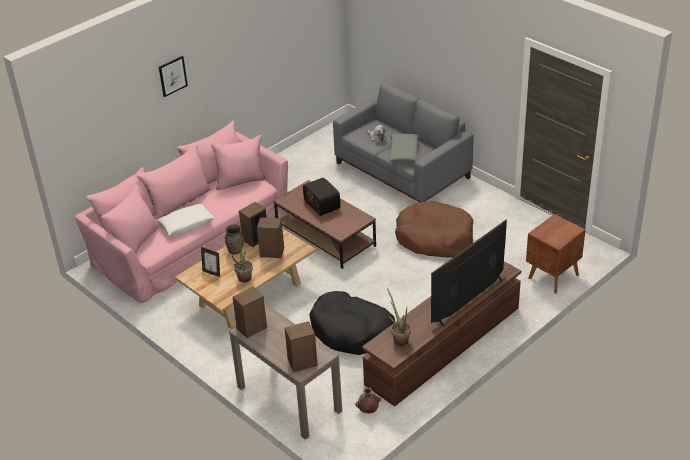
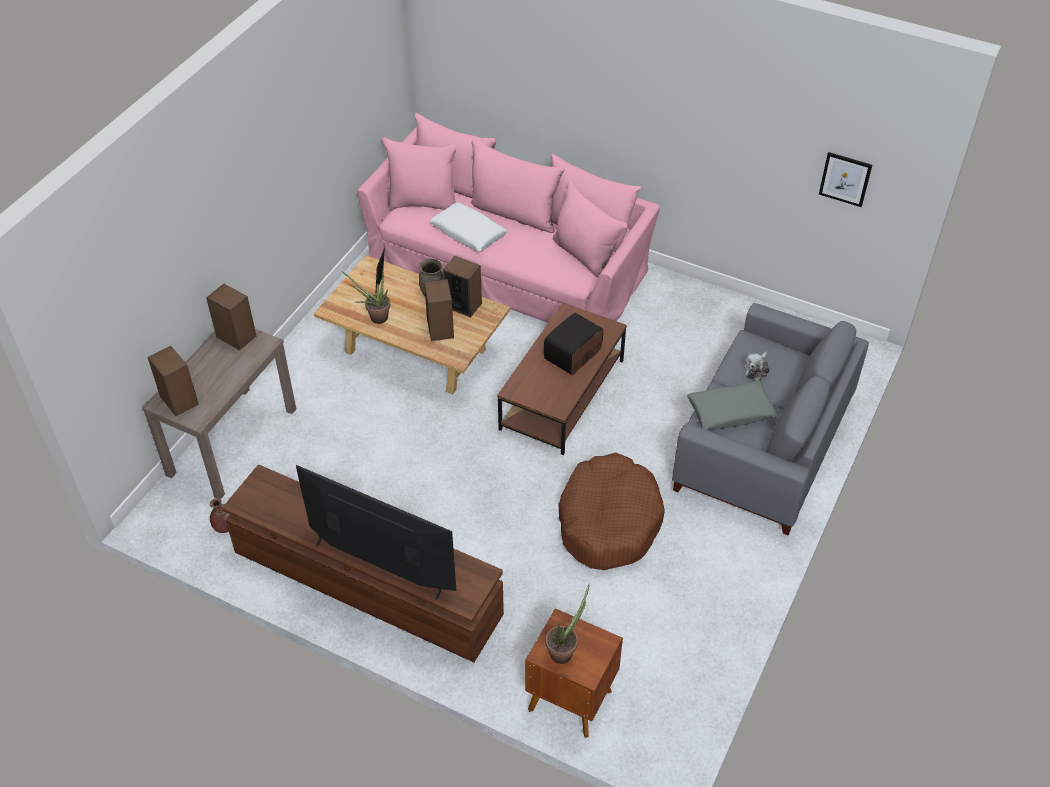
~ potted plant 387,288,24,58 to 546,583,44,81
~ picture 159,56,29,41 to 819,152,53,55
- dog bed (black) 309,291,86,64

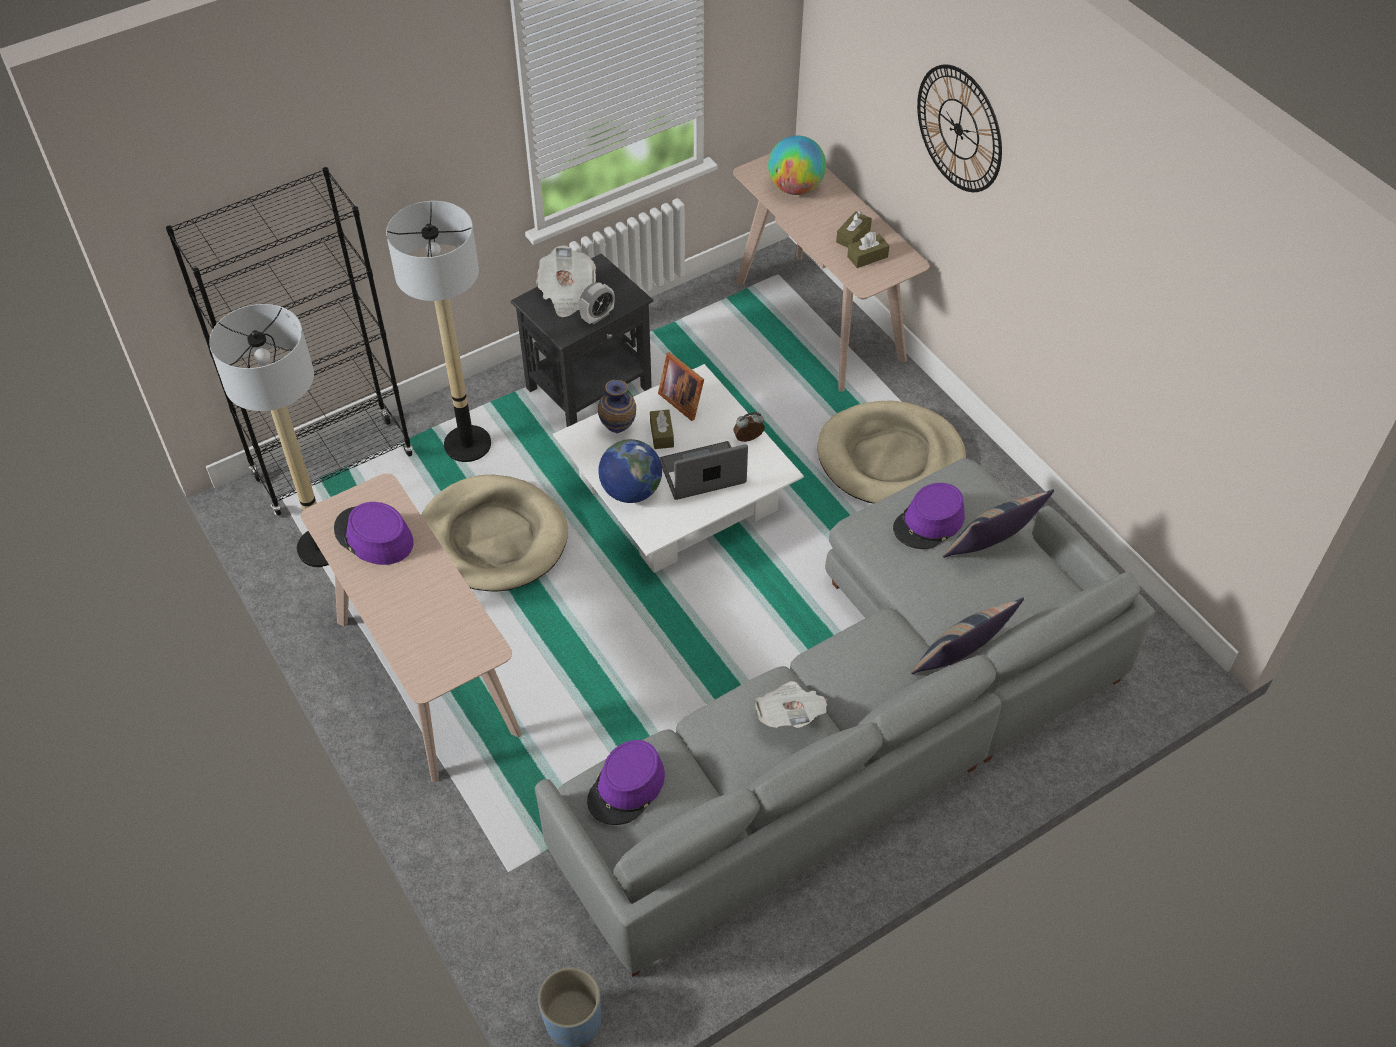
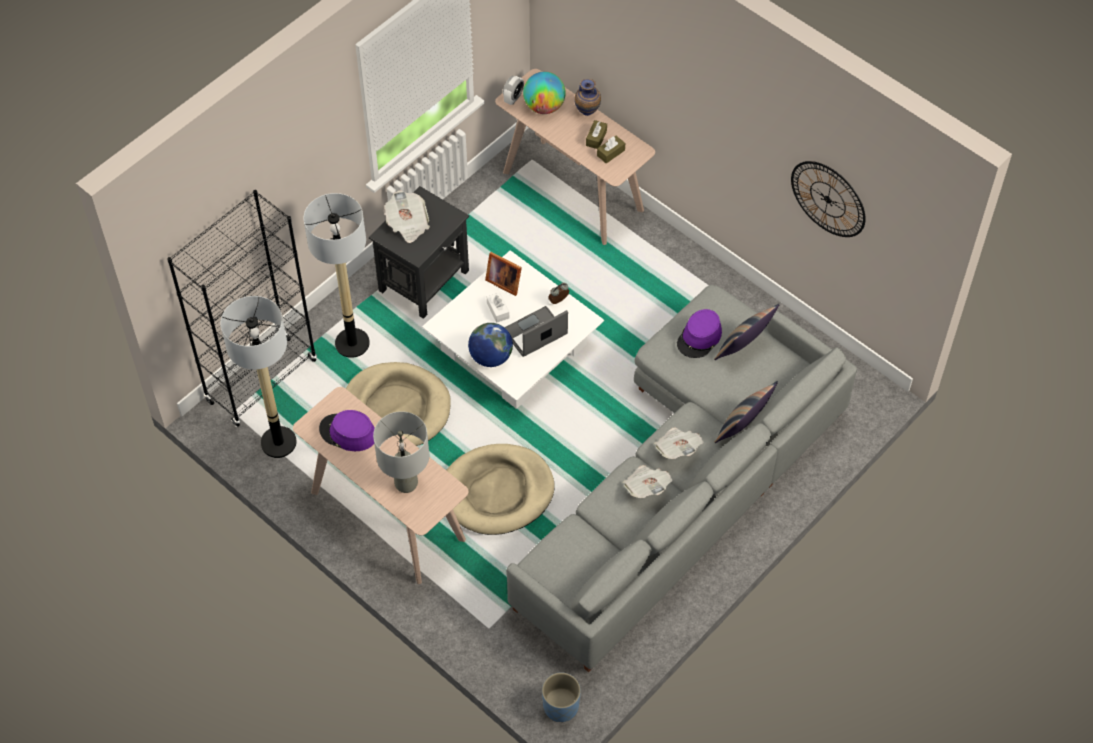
+ table lamp (grey) 373,411,56,82
~ dog bed (beige) 817,400,149,104 to 446,444,109,91
~ tissue box (brown) 650,409,24,40 to tissue box (white) 487,292,22,31
~ alarm clock 579,282,36,43 to 503,76,21,29
~ vase 598,380,38,54 to 574,79,27,37
+ newspaper 654,427,49,32
~ wall clock 917,64,85,128 to 791,161,75,76
- hat (purple) 587,740,78,85

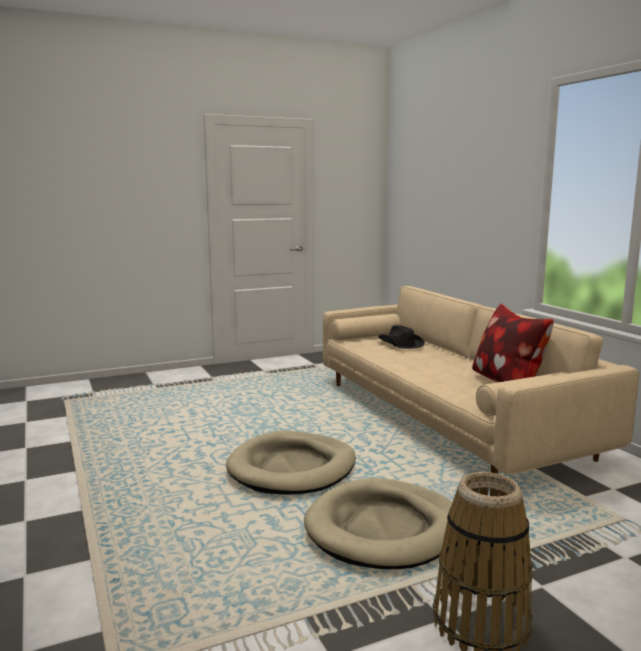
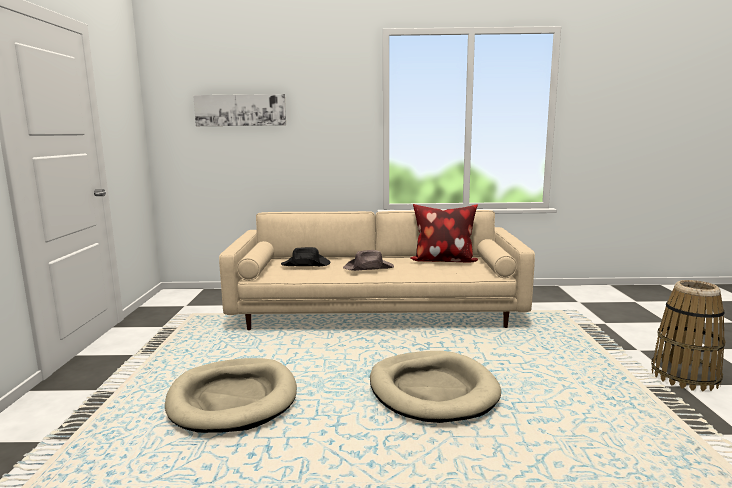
~ dog bed (beige) 304,478,150,91 to 165,358,132,75
+ picture 193,94,93,32
+ hat (brown) 343,250,51,21

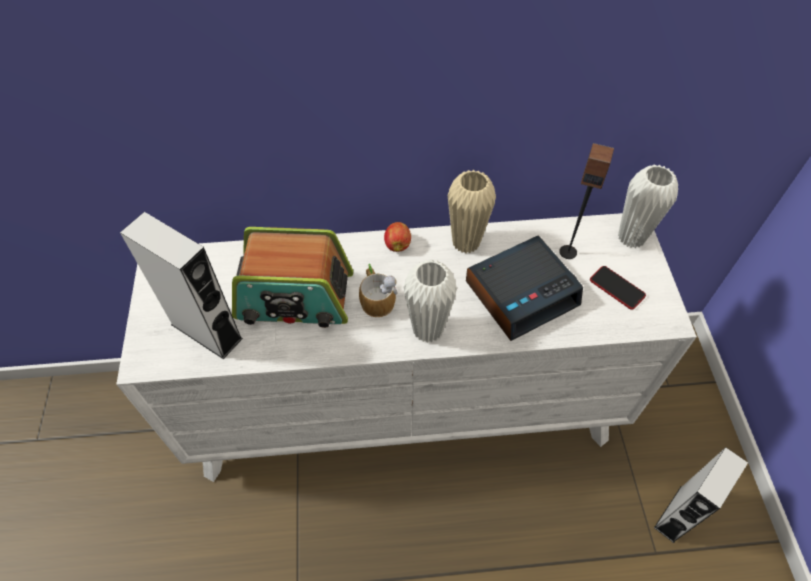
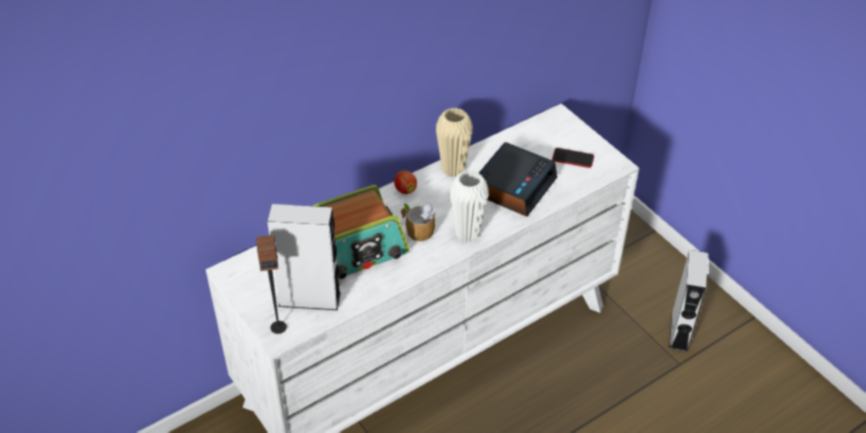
~ speaker 559,143,55,116 to 256,235,31,99
- vase (white) 618,165,60,83

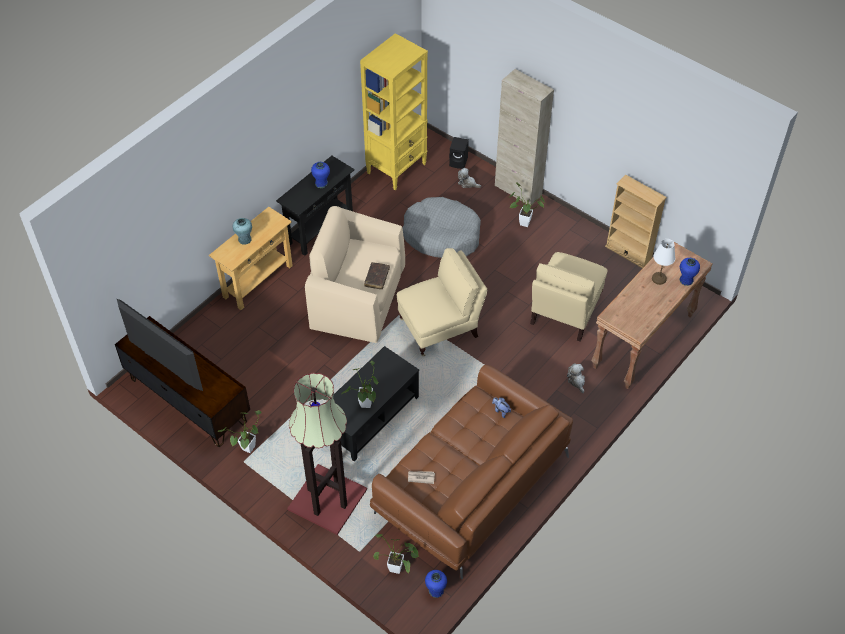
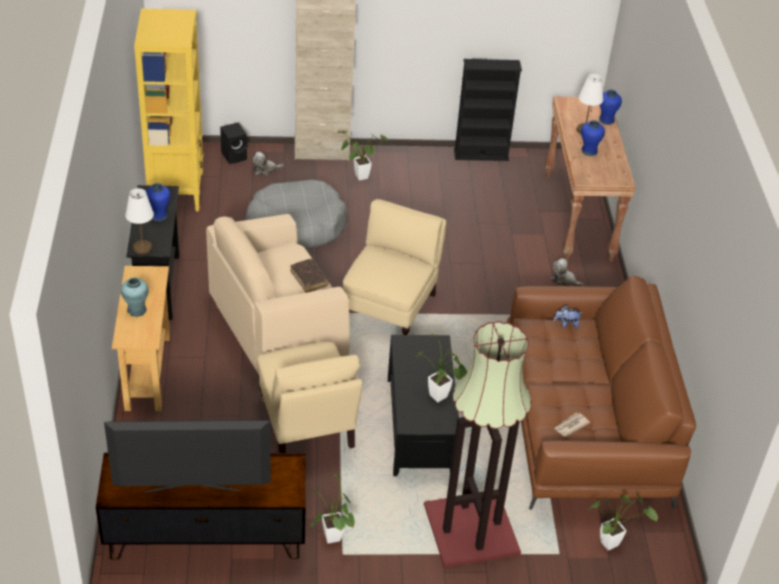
+ table lamp (white) 125,188,29,66
~ armchair (beige) 530,252,77,90 to 258,342,104,111
~ bookcase (beige) 605,175,62,93 to bookcase (black) 454,59,68,102
~ vase (blue) 425,570,22,28 to 581,120,24,36

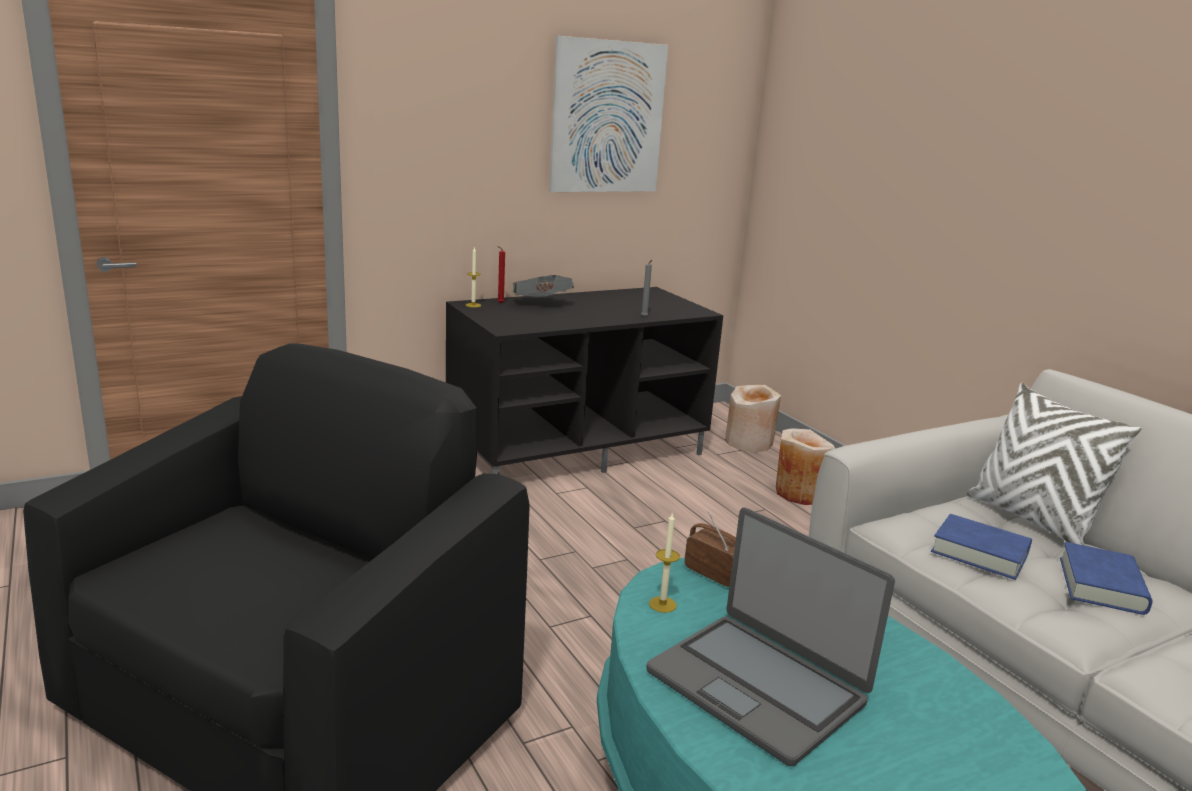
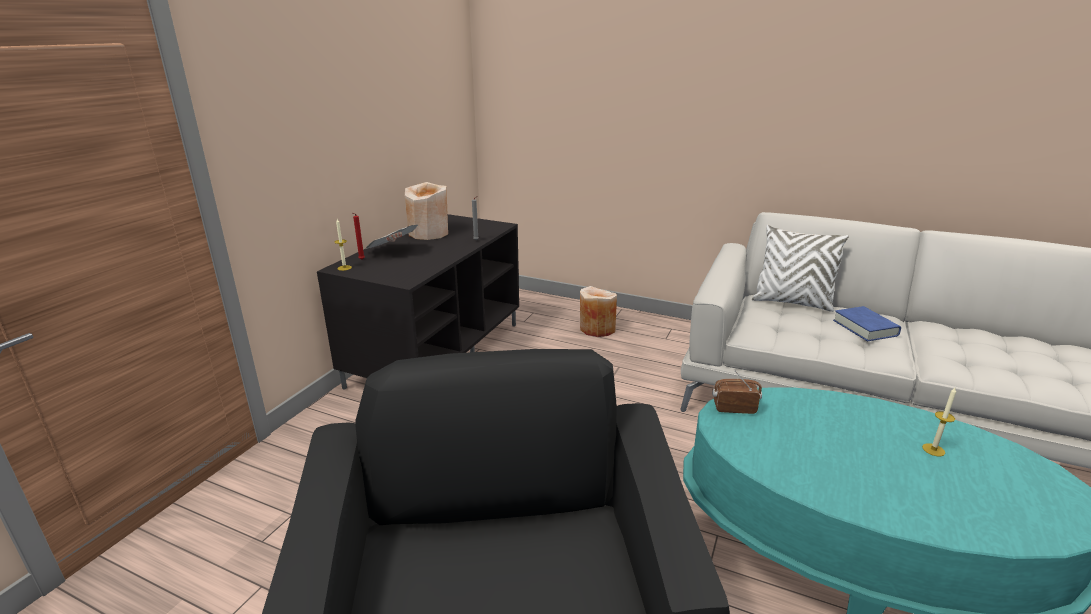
~ vase (beige) 725,385,56,67 to 405,182,43,58
~ candle 649,512,31,101 to 922,388,34,68
- picture 549,36,119,156
- laptop 646,507,249,259
- book (blue) 931,514,101,66

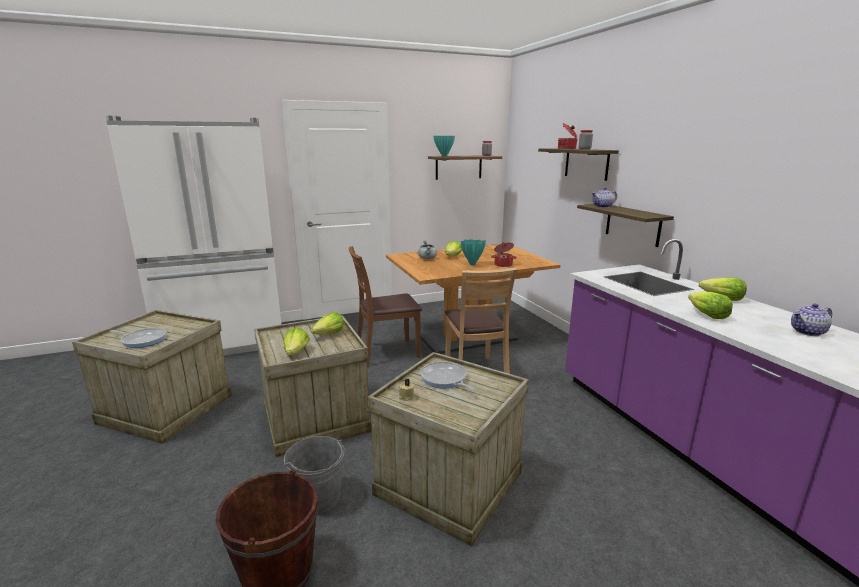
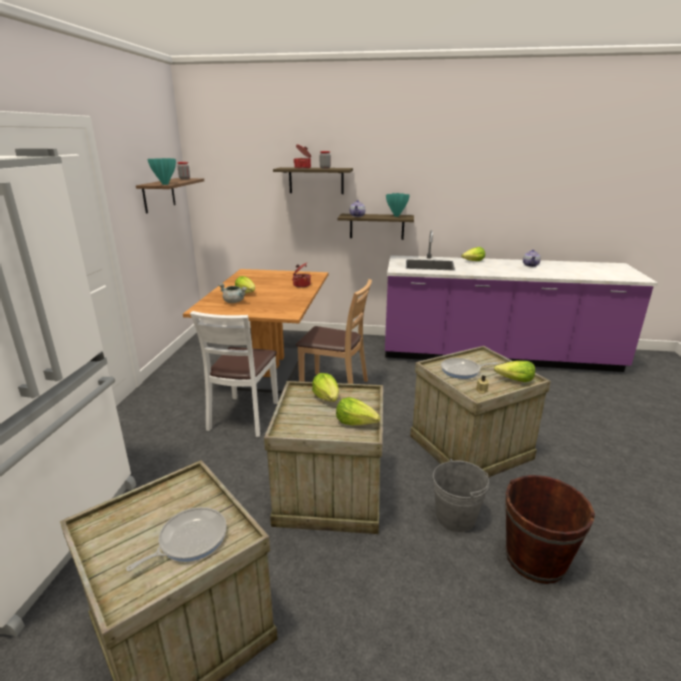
~ chair (brown) 349,246,73,120 to chair (white) 190,311,88,126
~ vase (turquoise) 461,239,25,26 to 386,193,24,24
~ lettuce 688,292,45,27 to 494,361,41,21

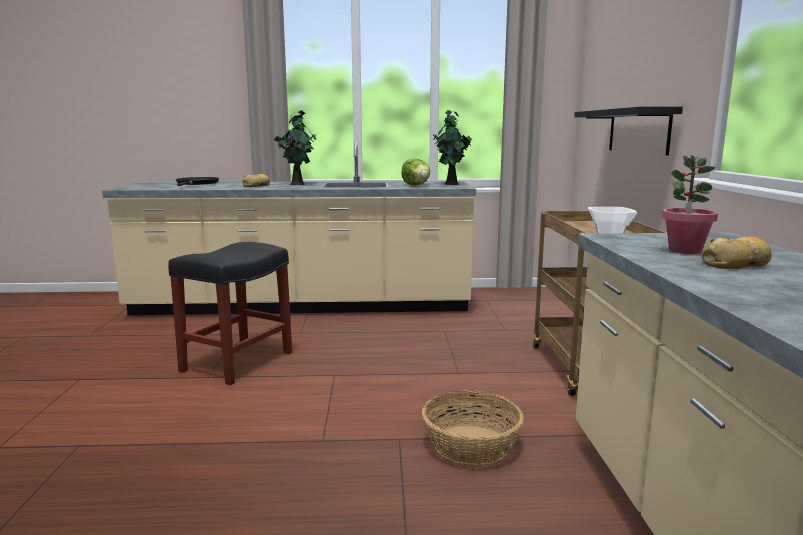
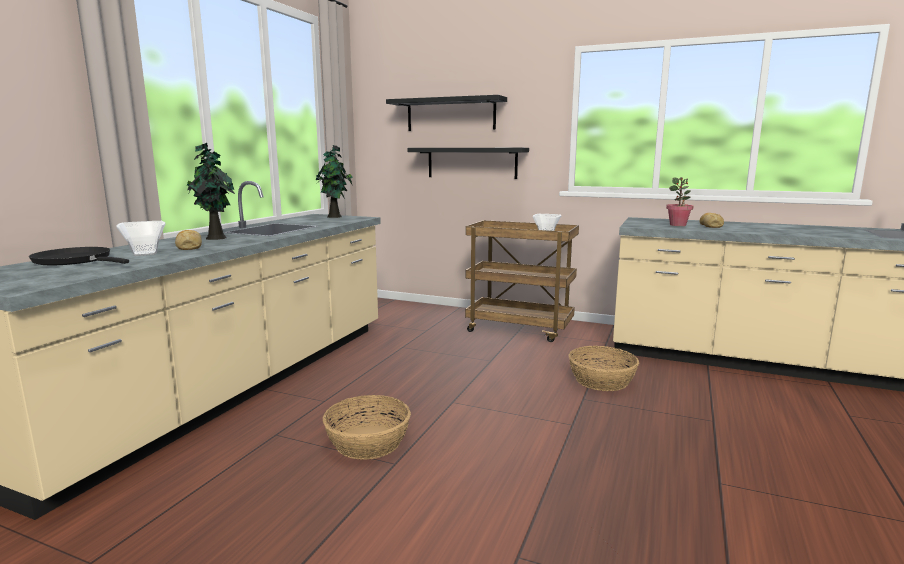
+ bowl 116,221,49,35
~ stool (black) 168,242,124,143 to basket 323,395,88,65
+ shelf (black) 386,95,121,36
- lettuce 401,159,29,26

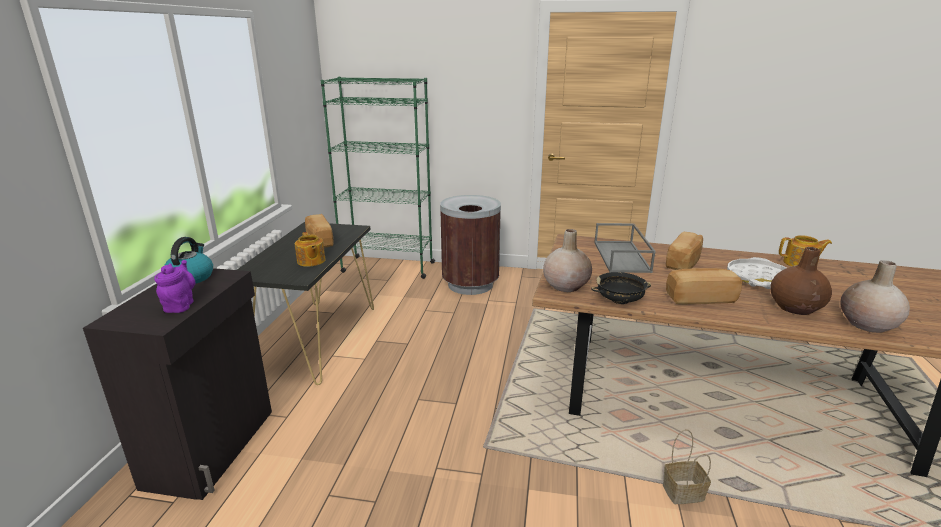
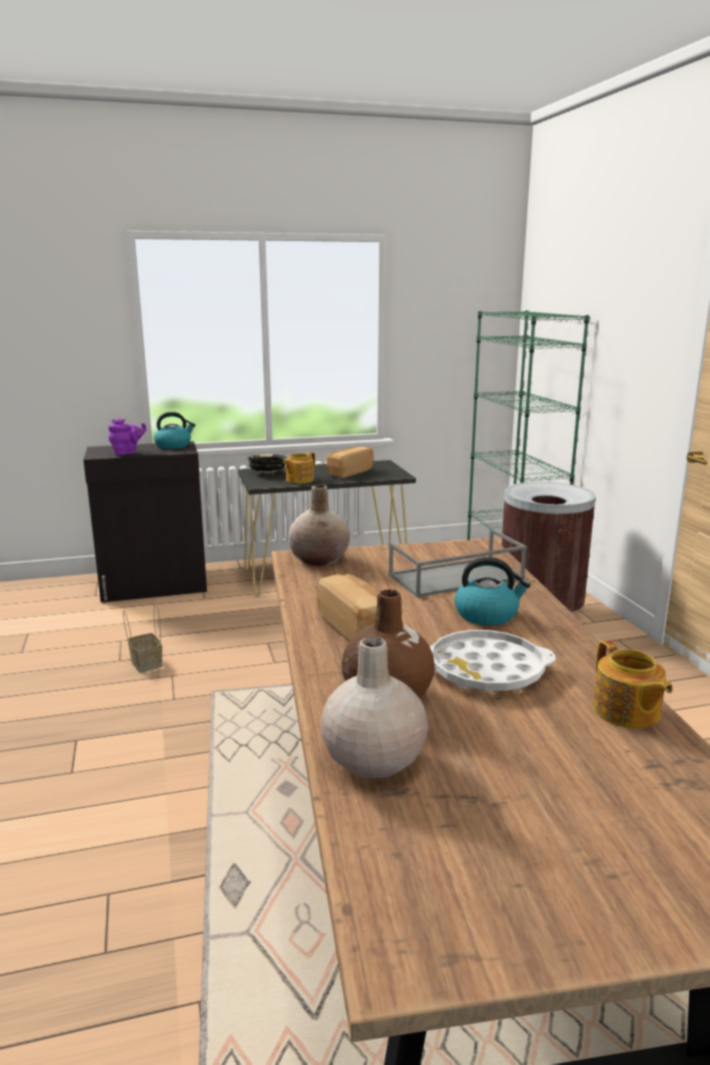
~ basket 663,429,48,75 to 123,604,40,69
~ bowl (black) 591,272,60,32 to 247,454,40,21
~ bread 666,231,37,39 to kettle 454,557,77,69

